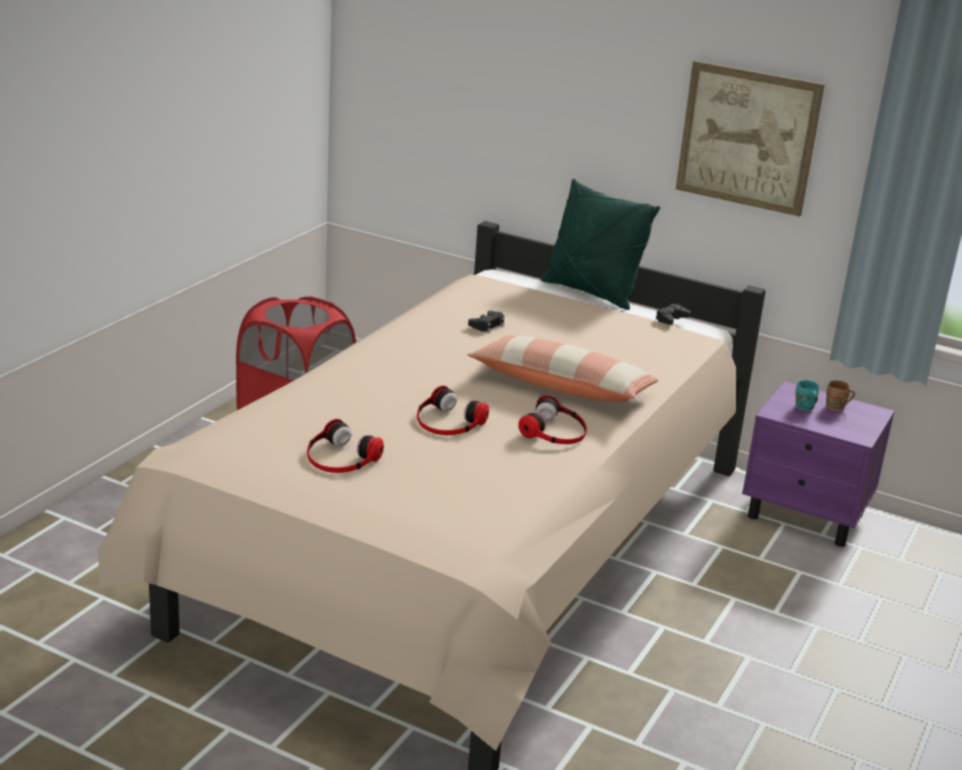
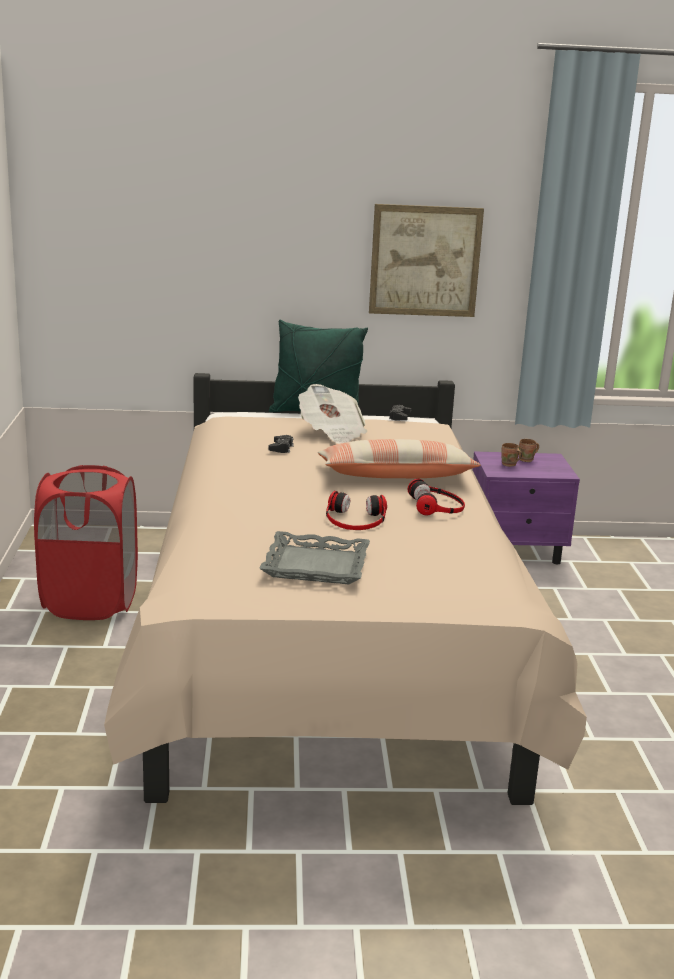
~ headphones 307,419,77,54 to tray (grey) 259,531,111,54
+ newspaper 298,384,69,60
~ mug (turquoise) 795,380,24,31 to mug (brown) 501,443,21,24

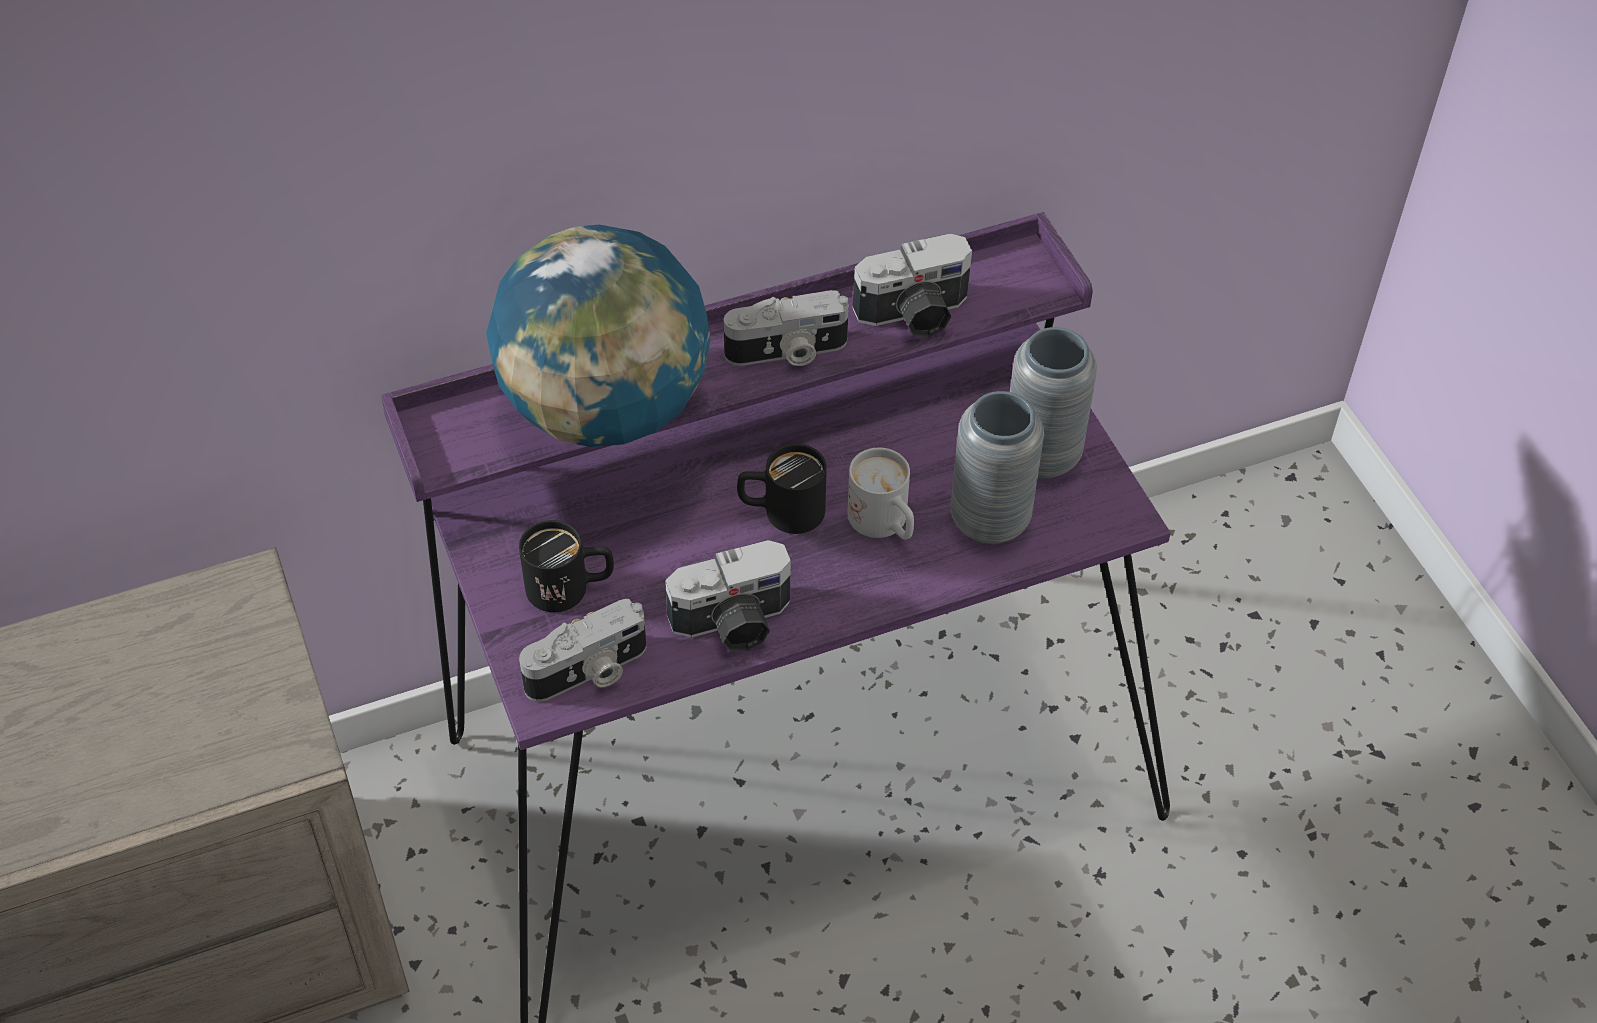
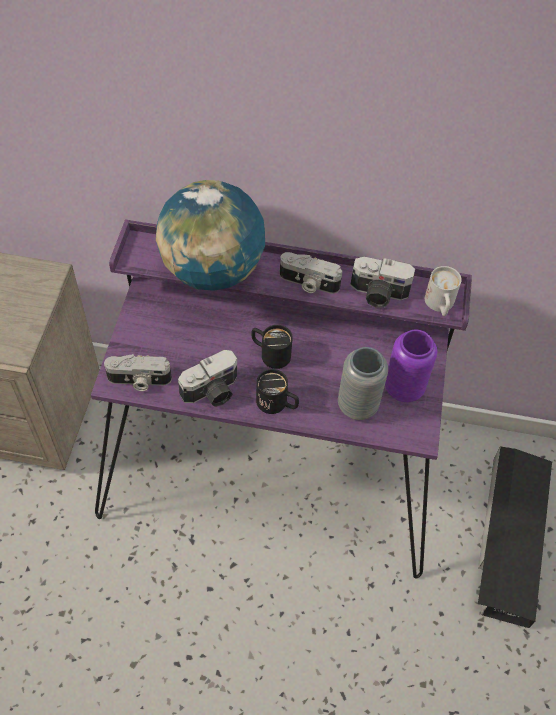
~ photo camera 665,540,126,111 = 178,350,59,57 45 degrees counterclockwise
~ mug (black) 519,520,95,92 to 256,369,43,45
~ vase (grey) 1010,327,87,152 to vase (purple) 385,330,52,72
~ mug (white) 848,448,66,92 to 425,266,37,50
+ storage box (black) 478,446,74,182

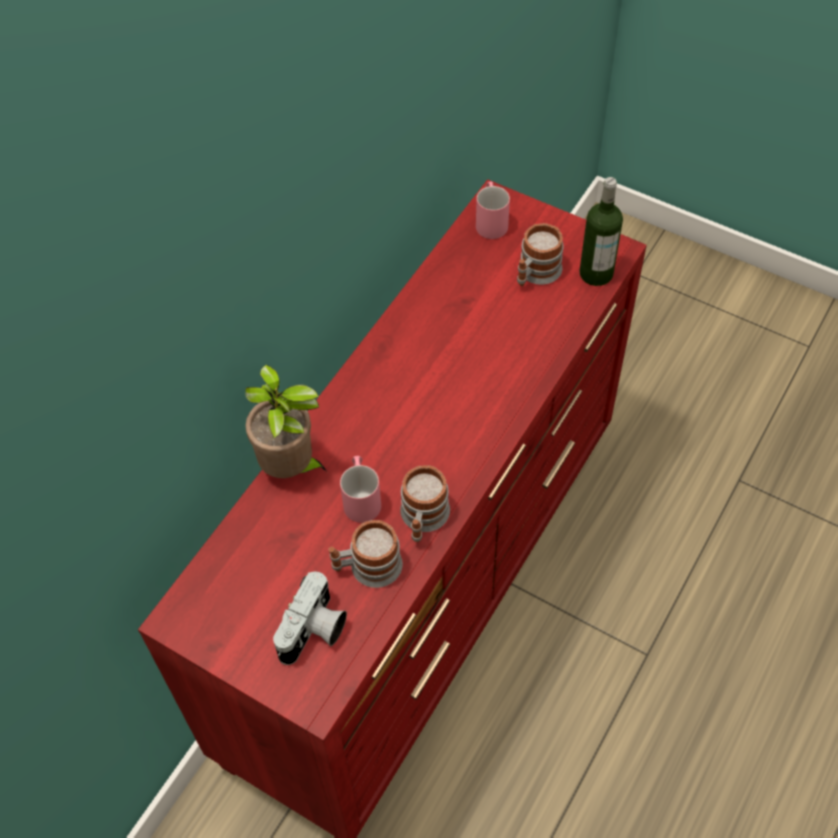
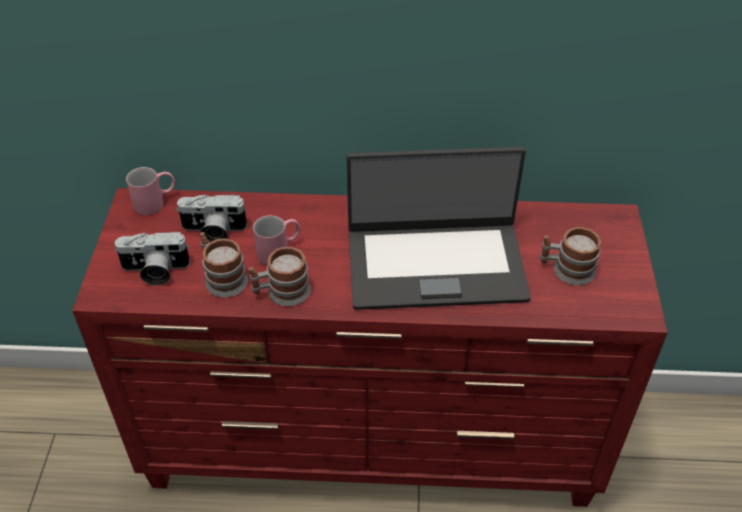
~ mug (pink) 476,181,34,58 to 126,167,49,48
+ photo camera 176,194,71,48
+ laptop 347,147,184,163
- potted plant 245,364,82,114
- bottle 579,177,44,109

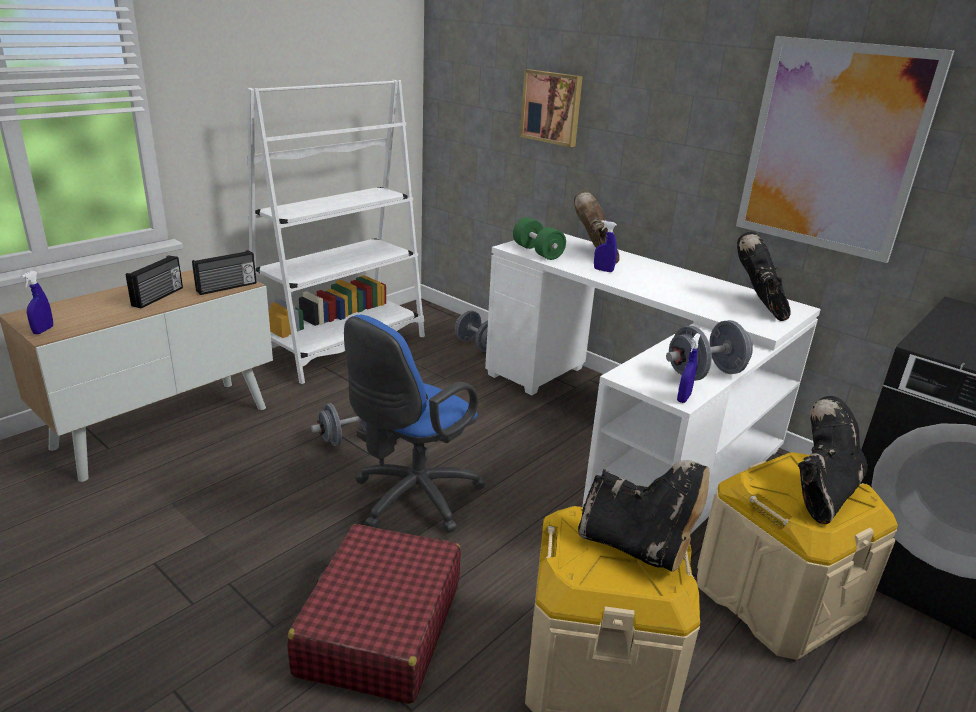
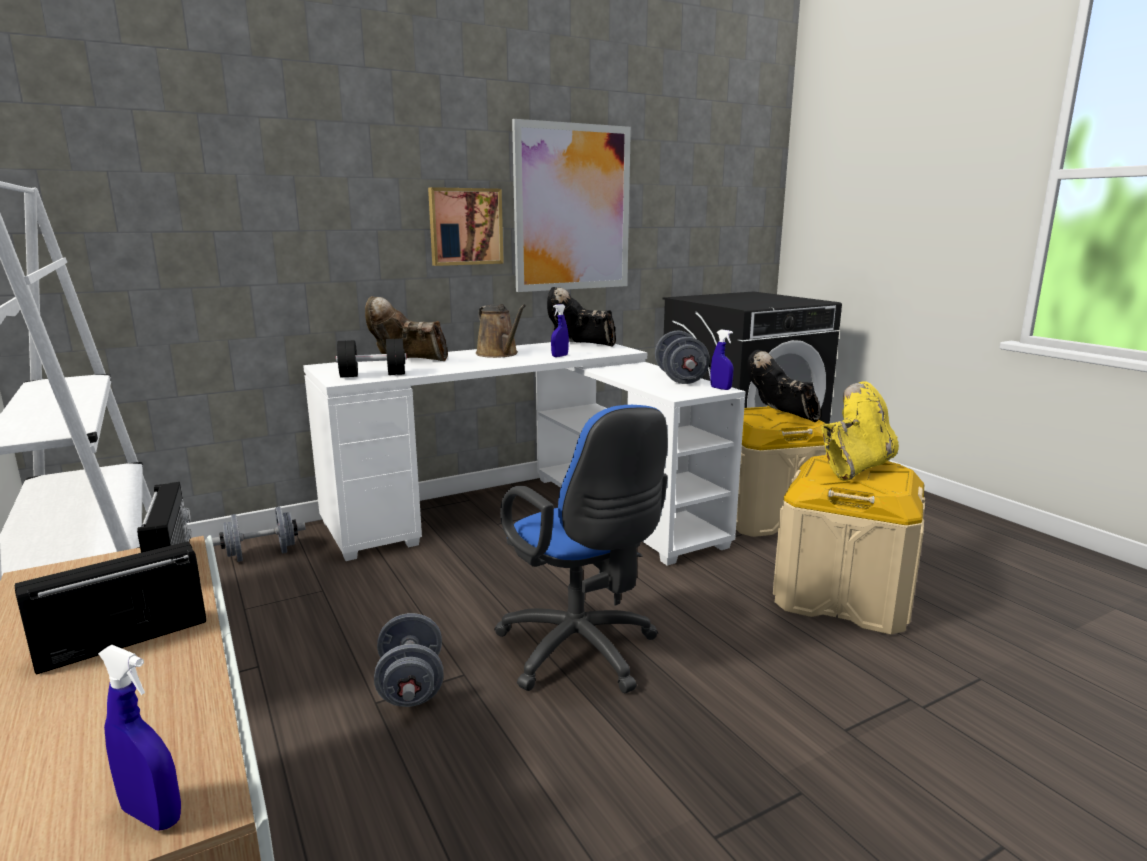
~ radio 126,255,57,53 = 15,541,191,134 75 degrees counterclockwise
~ dumbbell (green) 513,217,53,43 to dumbbell (black) 336,339,71,38
~ picture 520,69,63,78 to 428,187,76,79
+ watering can (brown) 476,304,50,54
~ spray bottle (blue) 594,220,23,52 to 551,304,18,53
~ boot (black) 578,460,132,112 to boot (yellow) 821,381,78,100
- suitcase (red) 287,524,174,180

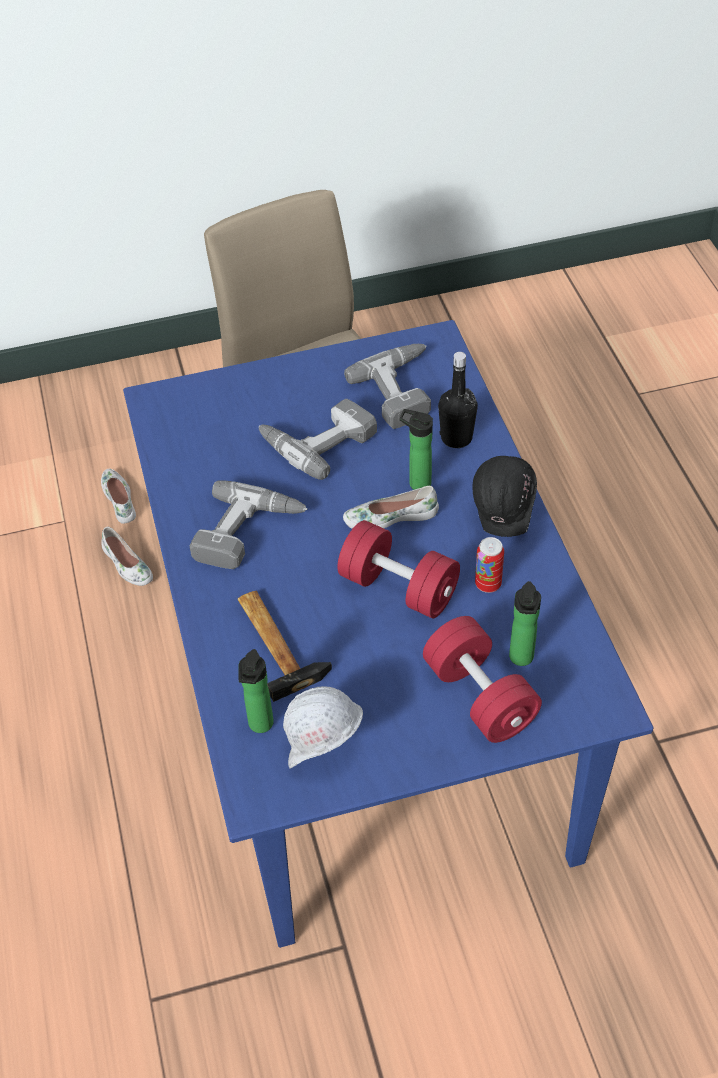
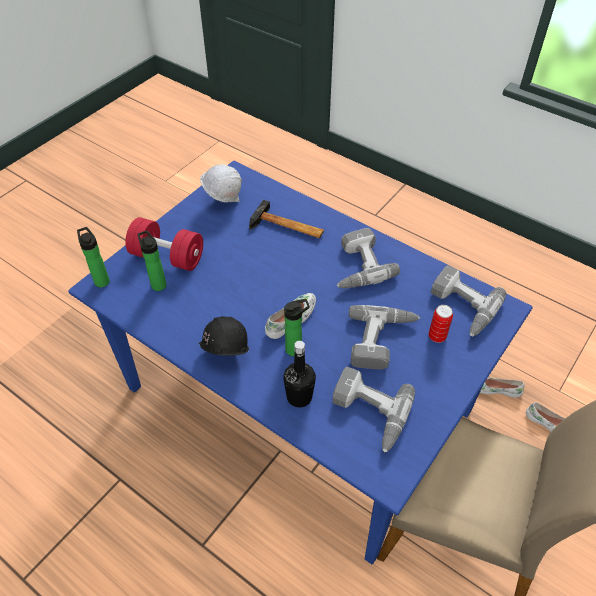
~ bottle 238,649,36,84 to 77,227,33,61
~ can 475,537,29,56 to 429,305,24,38
+ power drill 431,265,75,71
- dumbbell (red) 337,520,123,98

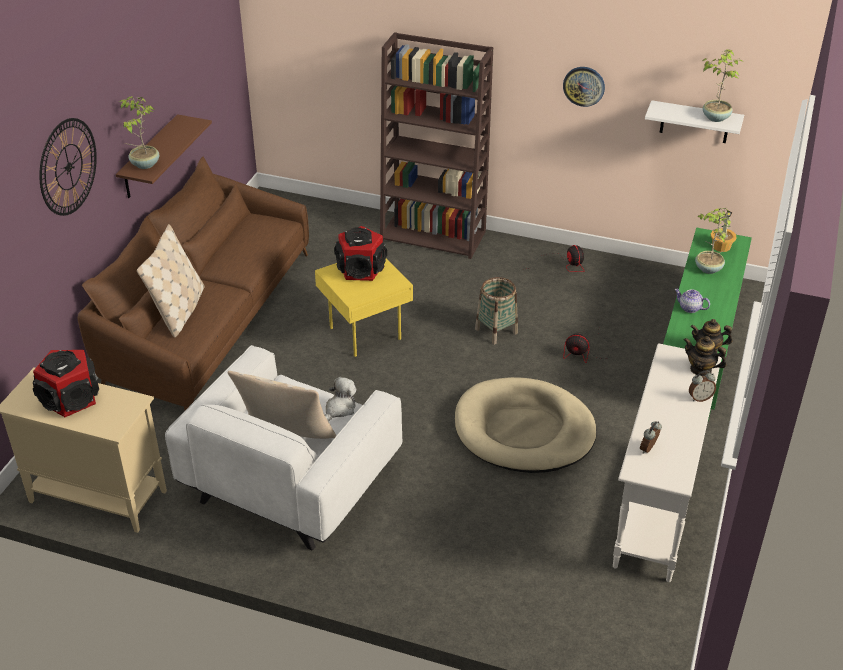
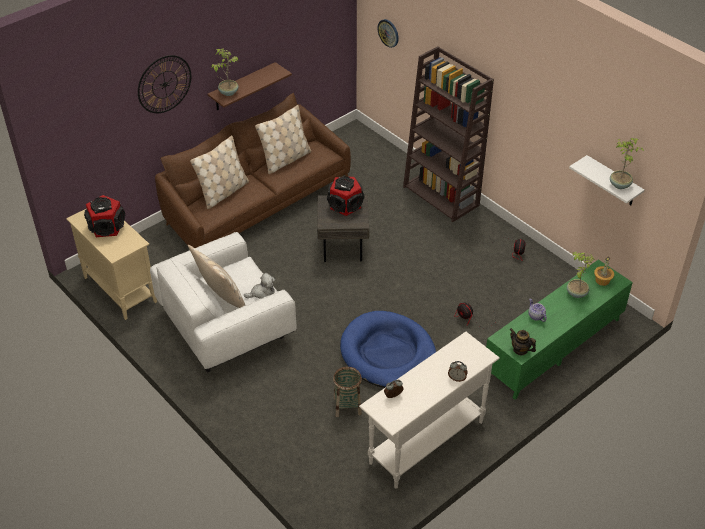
+ pillow (beige) 255,105,56,69
~ side table (yellow) 315,259,98,98 to side table (grey) 317,195,52,67
~ basket 475,277,43,68 to 333,367,29,50
~ dog bed (beige) 455,377,142,96 to dog bed (blue) 340,311,96,77
~ wall clock 563,67,42,40 to 377,19,22,29
- teapot 684,336,43,40

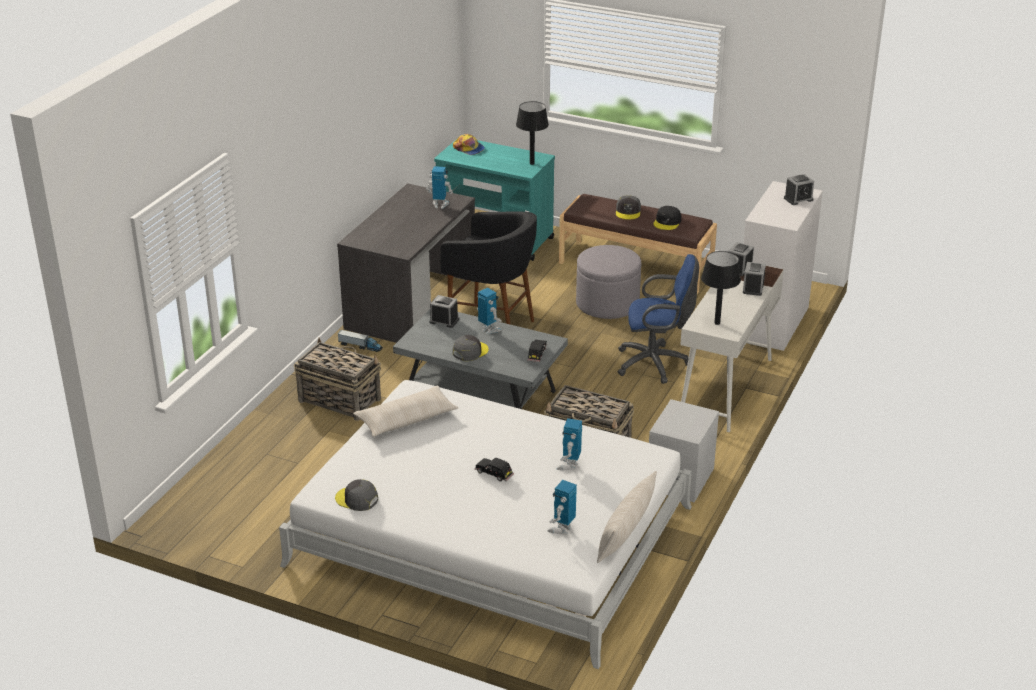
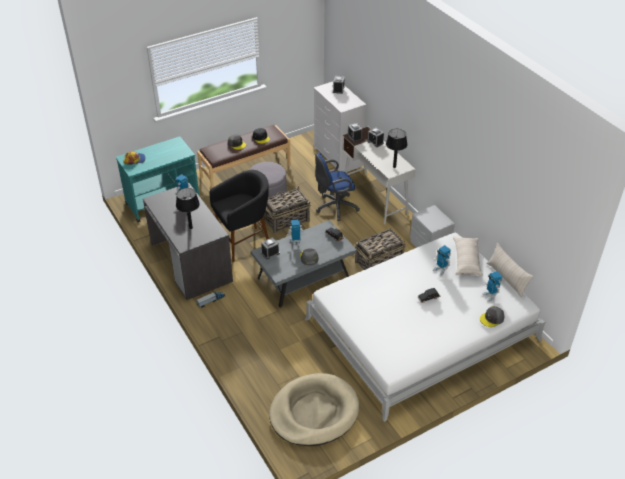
~ table lamp (black) 516,101,33,64 to 176,188,24,41
~ basket 294,337,87,84 to 264,186,46,47
+ dog bed (beige) 269,373,90,73
~ office chair (blue) 618,254,81,130 = 315,152,45,69 150 degrees counterclockwise
~ pillow (beige) 353,386,105,51 to 453,237,30,39
~ cap (grey) 335,479,43,32 to 480,306,25,21

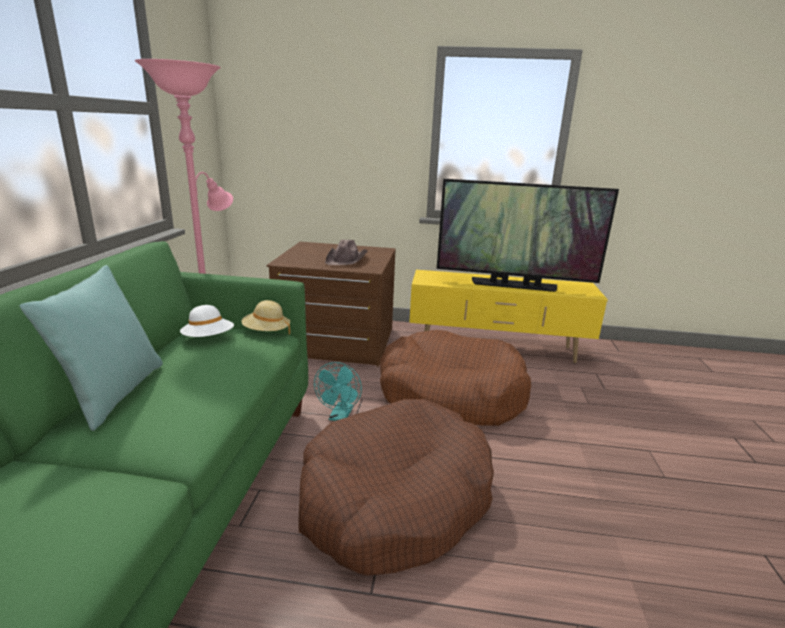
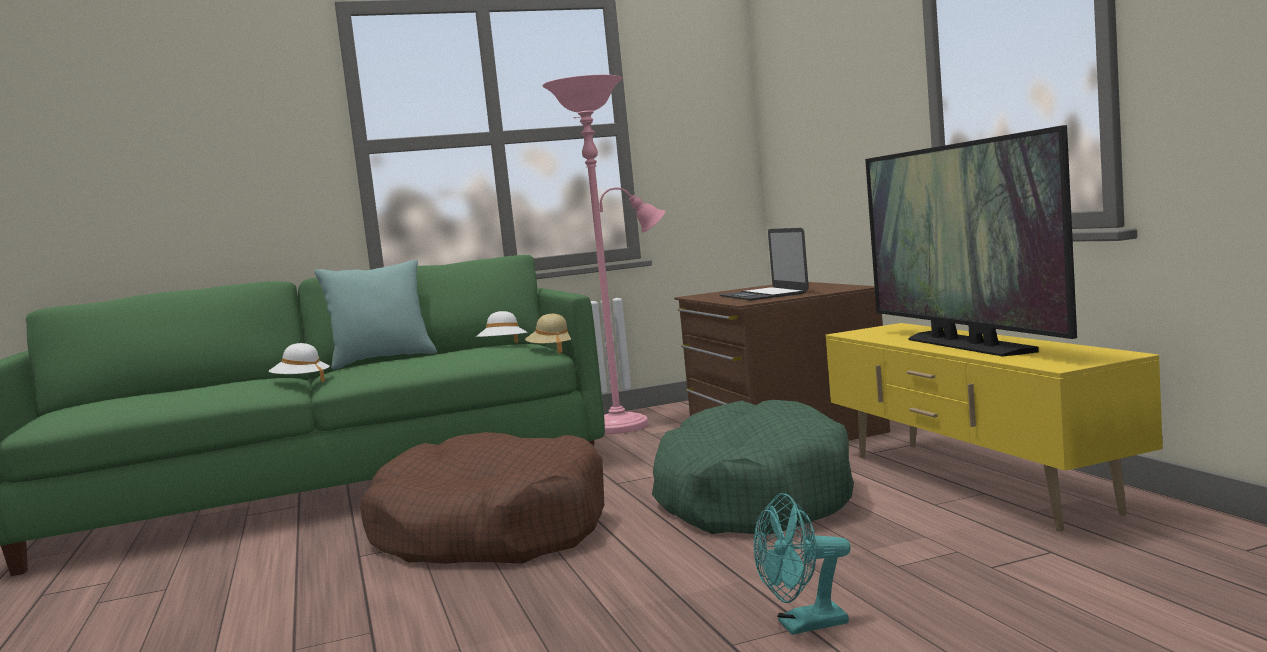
+ hat (white) 269,343,61,39
~ dog bed (brown) 380,330,151,96 to dog bed (green) 652,400,202,135
~ hat (brown) 325,240,42,25 to laptop 719,228,90,72
~ fan (turquoise) 314,362,48,59 to 754,493,97,142

